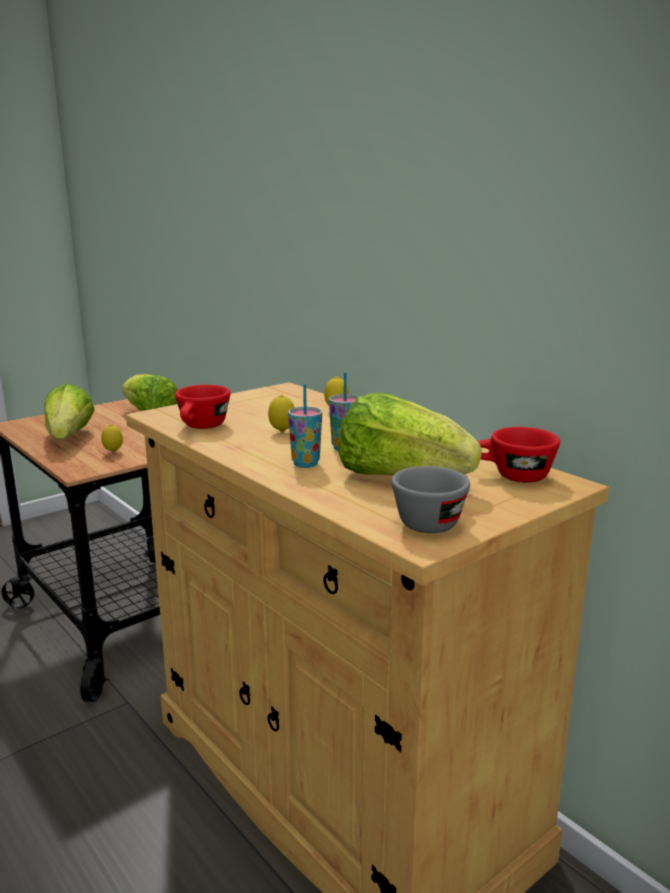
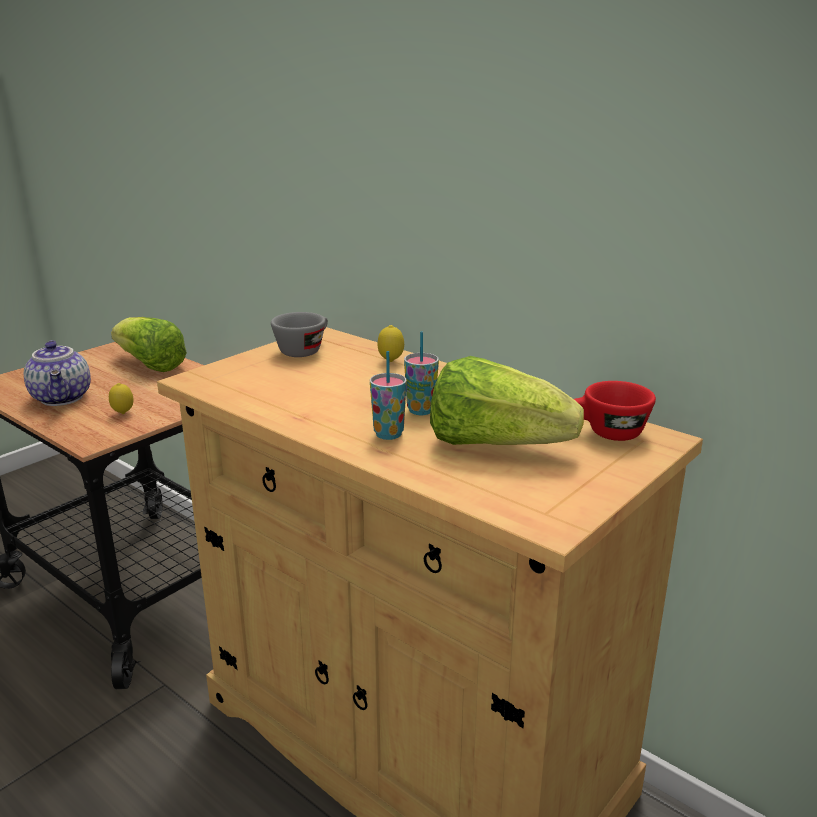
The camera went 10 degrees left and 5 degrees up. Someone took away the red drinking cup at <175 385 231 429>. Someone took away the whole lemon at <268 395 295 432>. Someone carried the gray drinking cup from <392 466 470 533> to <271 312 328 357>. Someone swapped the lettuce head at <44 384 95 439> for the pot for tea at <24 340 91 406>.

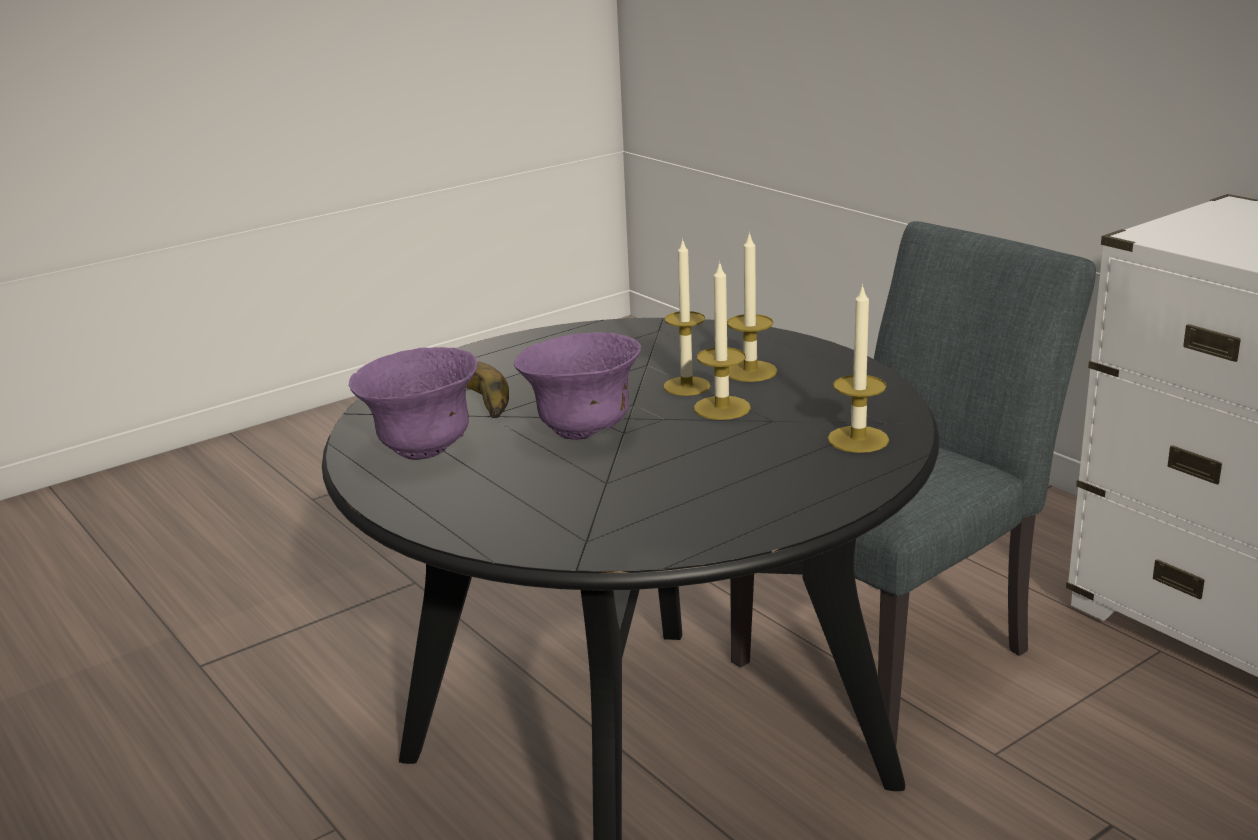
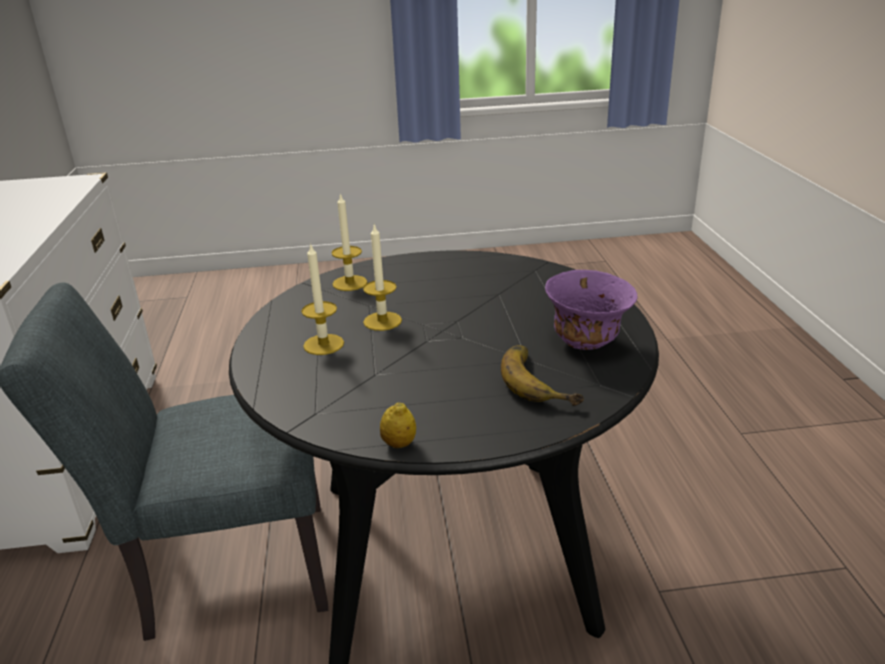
The camera went 150 degrees left and 5 degrees up. Someone took away the purplish serving bowl at <514 332 641 440>. Someone took away the wax light at <663 238 710 396>. Someone put down the whole lemon at <380 402 416 448>.

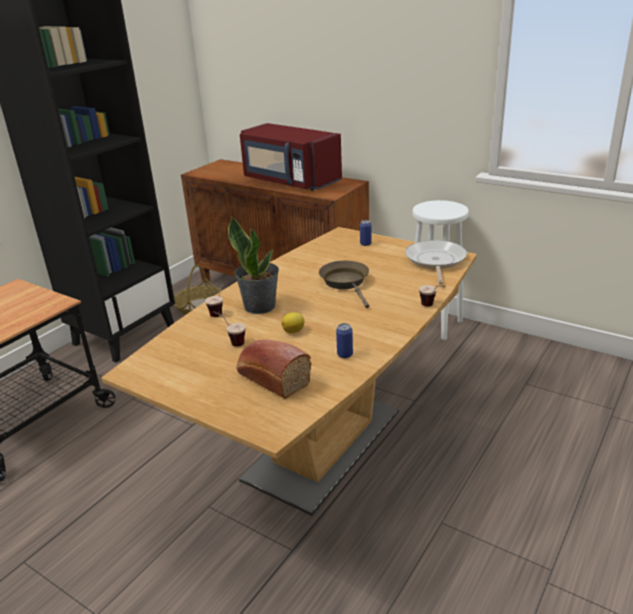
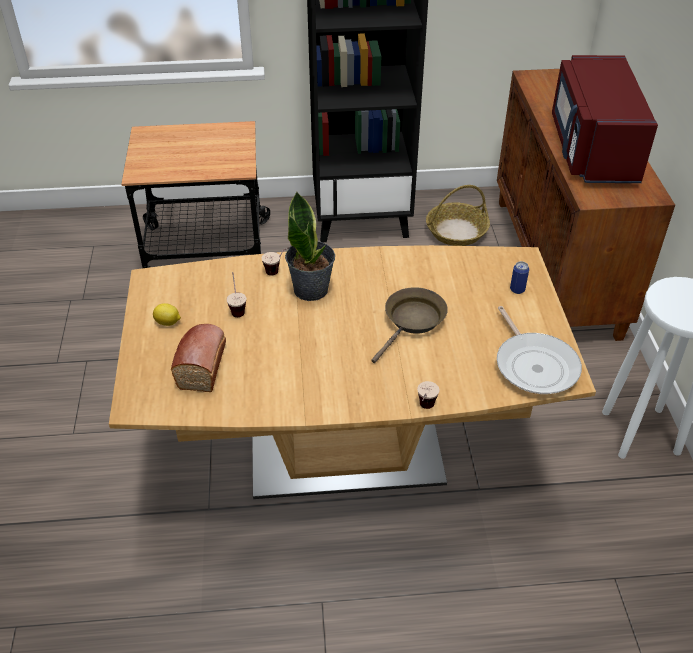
The camera went 50 degrees right and 15 degrees up. Someone took away the metal can at <336 323 353 358>. Someone carried the whole lemon from <282 312 305 333> to <153 303 181 326>. Someone rotated the pan at <405 240 467 284> by 105 degrees clockwise.

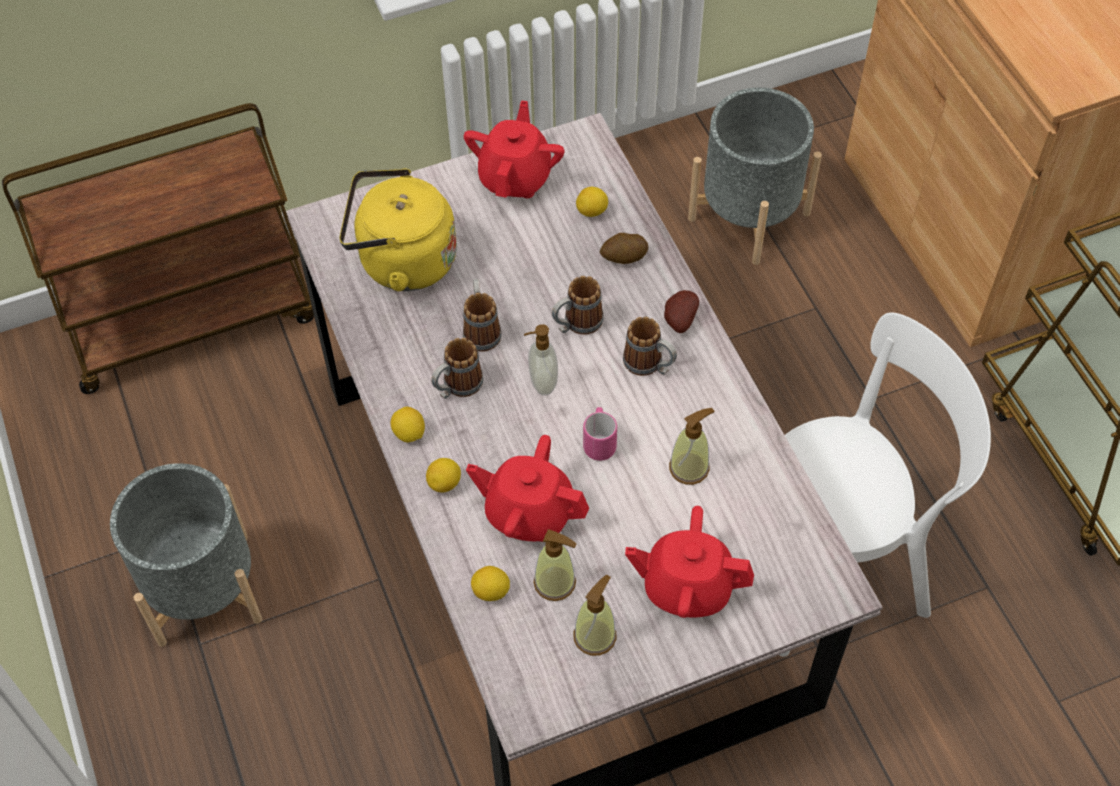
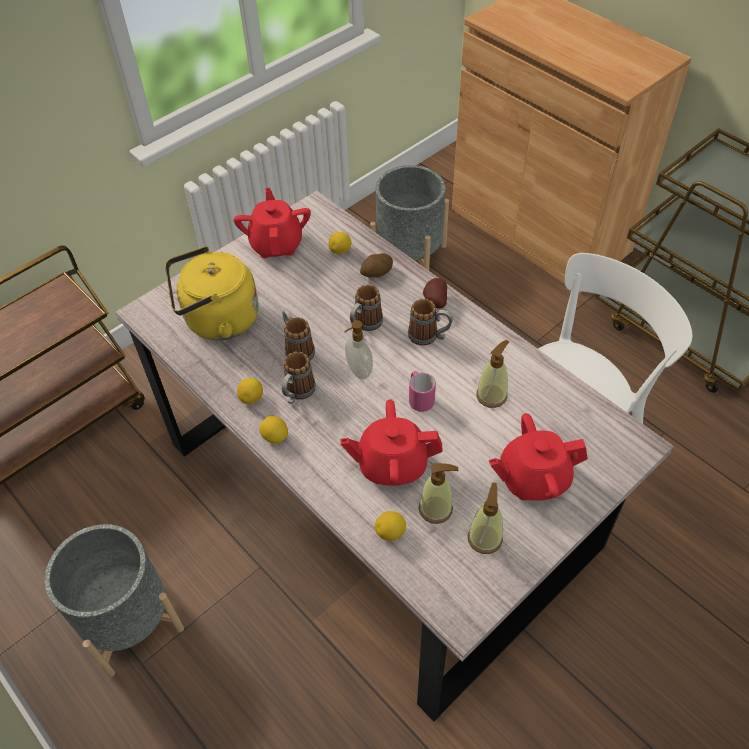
The camera went 20 degrees left and 5 degrees down. Someone carried the whole lemon from <426 458 461 492> to <237 378 263 404>.

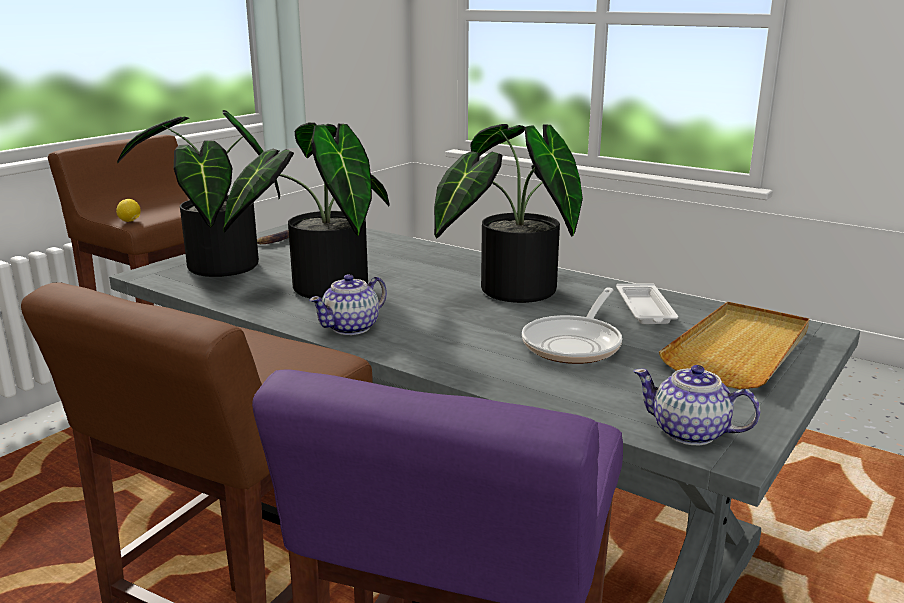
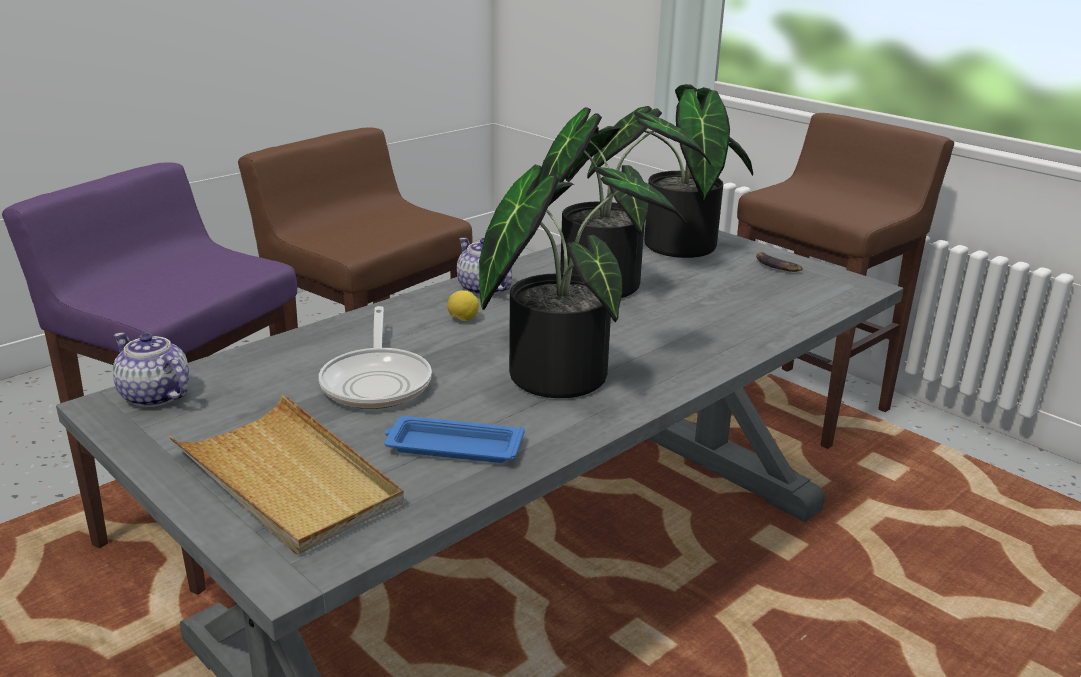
The camera went 100 degrees right and 5 degrees up. Someone carried the whole lemon from <116 199 140 222> to <447 290 479 321>. Someone repainted the whitish carrying tray at <616 283 678 324>, which became the blue carrying tray at <384 416 525 463>. Someone rotated the pan at <522 287 622 364> by 135 degrees counterclockwise. Someone rotated the pot for tea at <633 365 760 445> by 90 degrees counterclockwise.

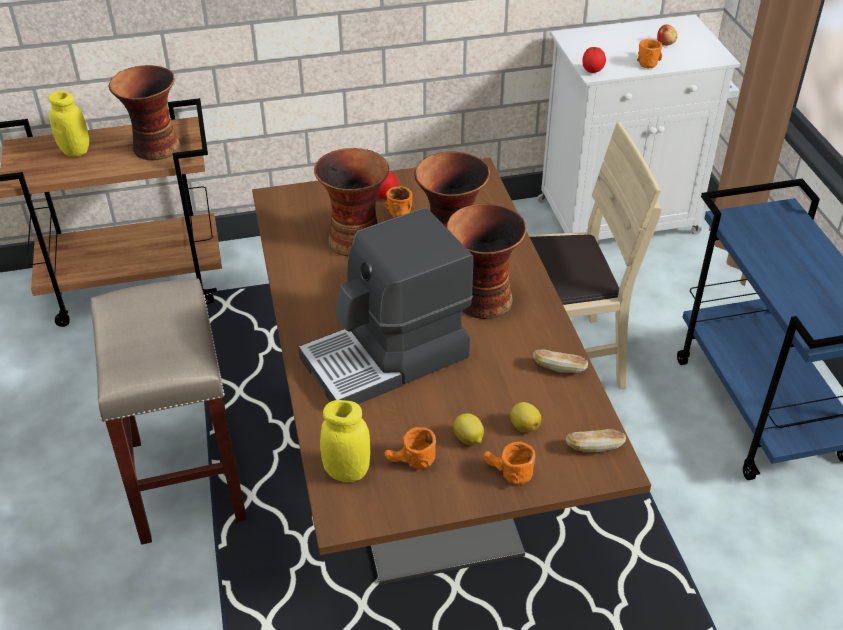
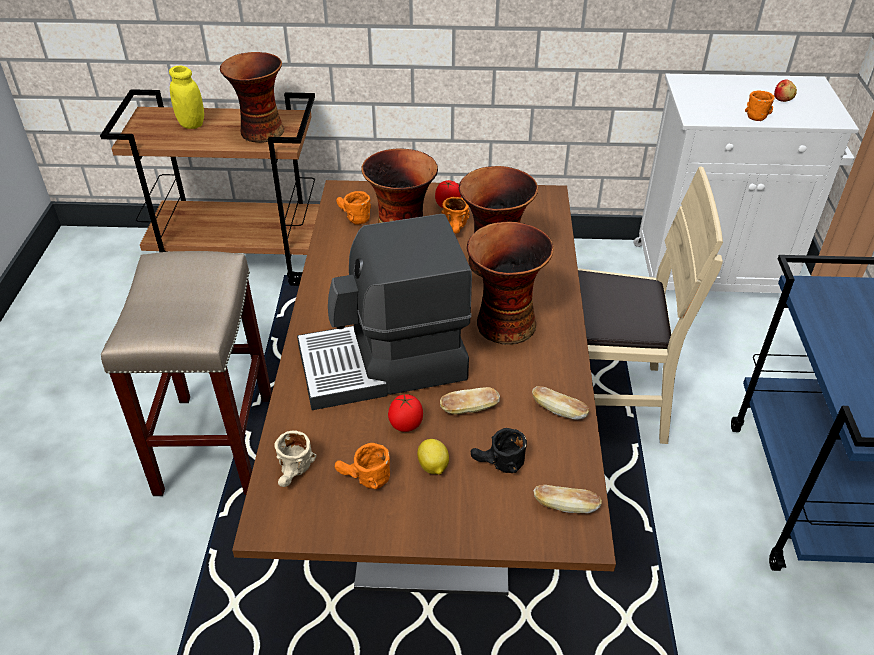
The camera went 15 degrees right and 0 degrees up. Someone put down the bread at <440 387 500 415>. Someone carried the orange coffee mug from <484 442 535 485> to <336 191 371 225>. Someone carried the tomato from <582 46 606 73> to <388 394 423 432>. Someone swapped the yellow preserve jar at <320 400 371 482> for the beige coffee mug at <274 430 317 487>. Someone swapped the whole lemon at <510 402 541 432> for the black-coloured coffee mug at <471 428 527 473>.

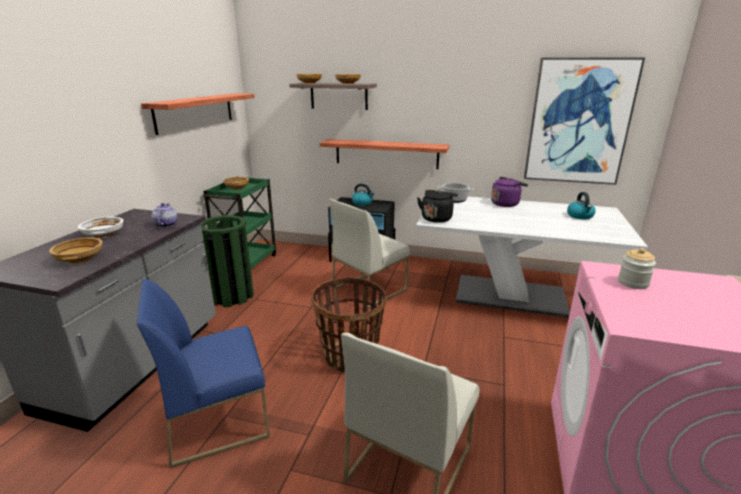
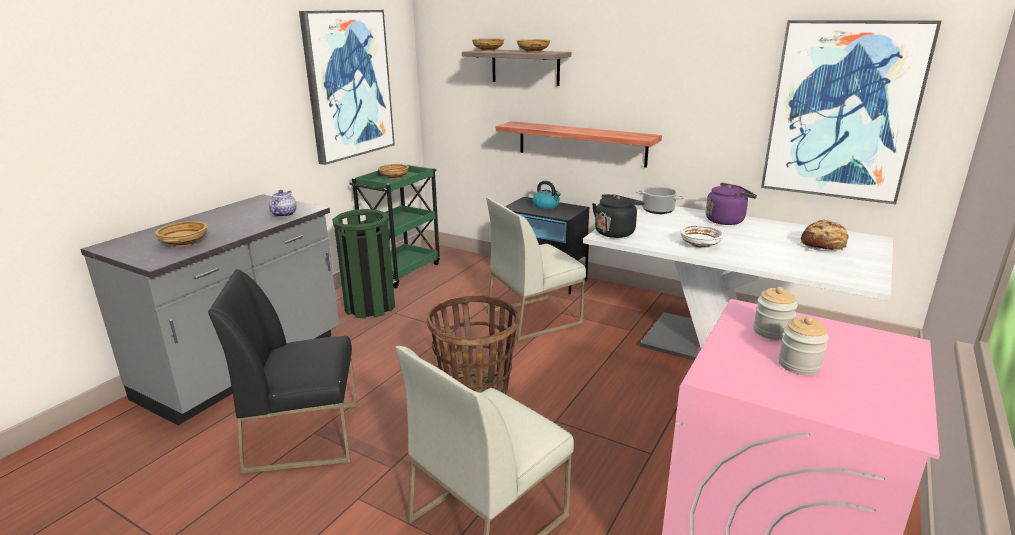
The camera went 15 degrees right and 0 degrees up. Someone put down the preserve jar at <779 316 829 375>. Someone carried the whitish serving bowl from <78 217 123 238> to <680 225 724 248>. Someone swapped the shelf at <141 93 255 135> for the wall picture at <299 10 395 165>. Someone swapped the tea kettle at <567 192 596 219> for the bread at <801 220 849 250>. Someone repainted the blue plain chair at <137 279 270 468>, which became the black-coloured plain chair at <208 269 357 474>.

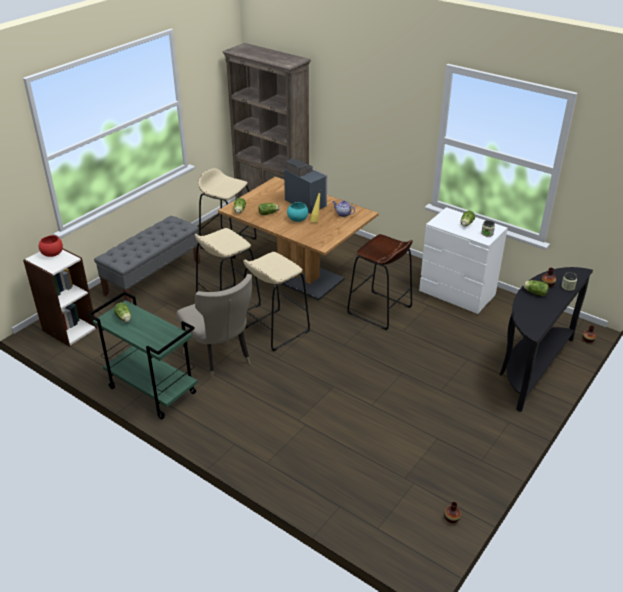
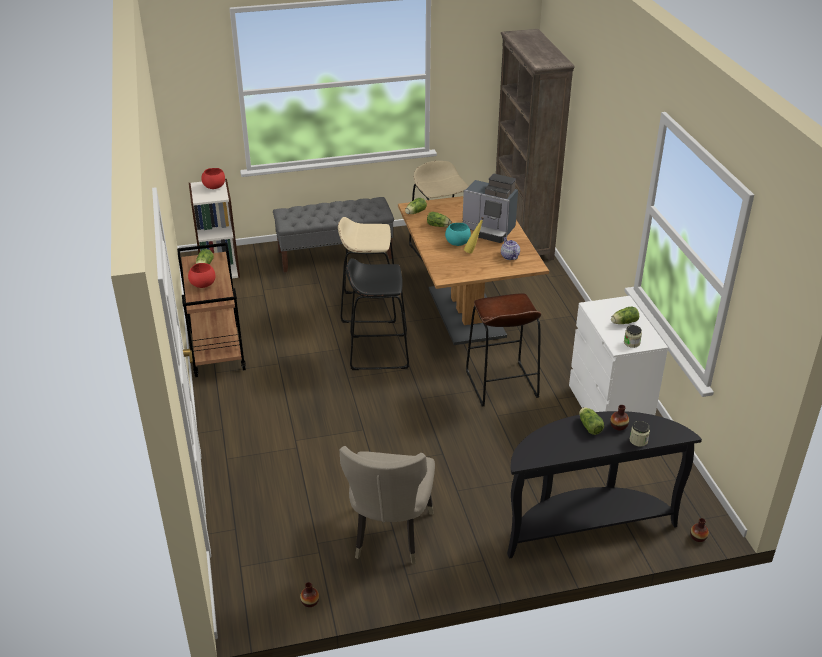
The camera went 40 degrees right and 0 degrees up. Someone put down the red serving bowl at <188 263 215 288>. Someone carried the beige plain chair from <176 274 252 379> to <340 446 435 565>. Someone repainted the green trolley at <87 291 197 419>, which became the brown trolley at <177 243 246 377>. Someone repainted the beige stool seat at <243 252 310 352>, which became the black-coloured stool seat at <346 258 409 370>. Someone rotated the coffee maker at <284 158 327 214> by 120 degrees clockwise.

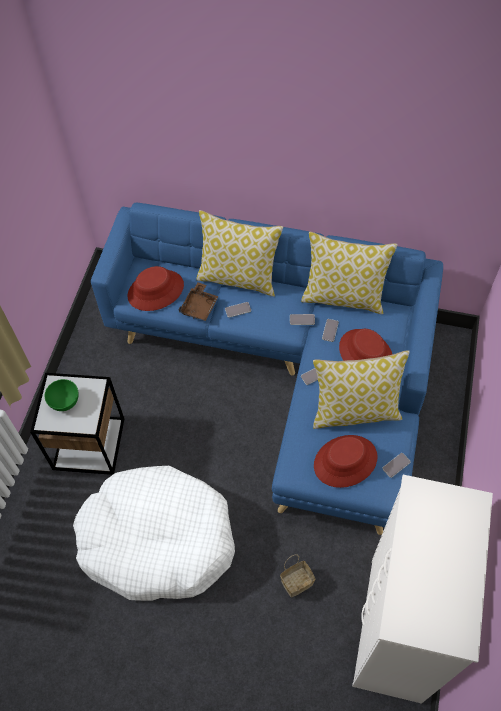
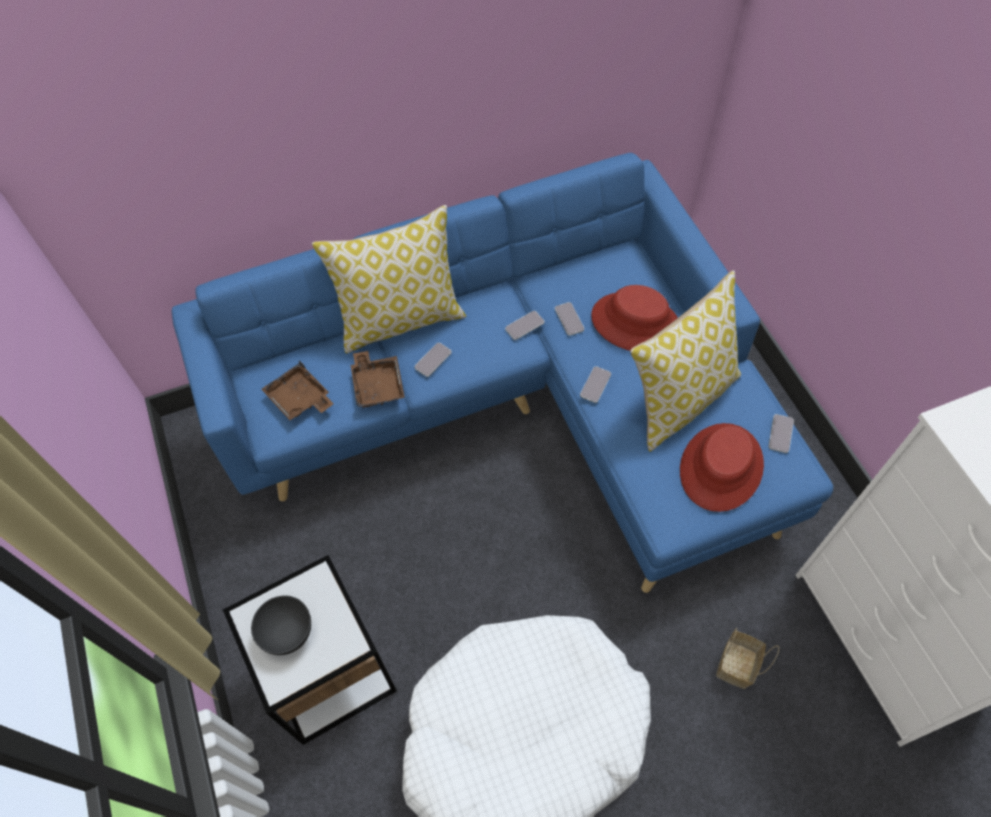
The camera went 35 degrees left and 0 degrees up. Someone took away the throw pillow at <301 232 398 314>. Someone swapped the red hat at <128 266 184 311> for the brown carrying tray at <261 360 334 420>. Someone repainted the green serving bowl at <45 379 79 411>, which became the gray serving bowl at <251 595 311 655>.

